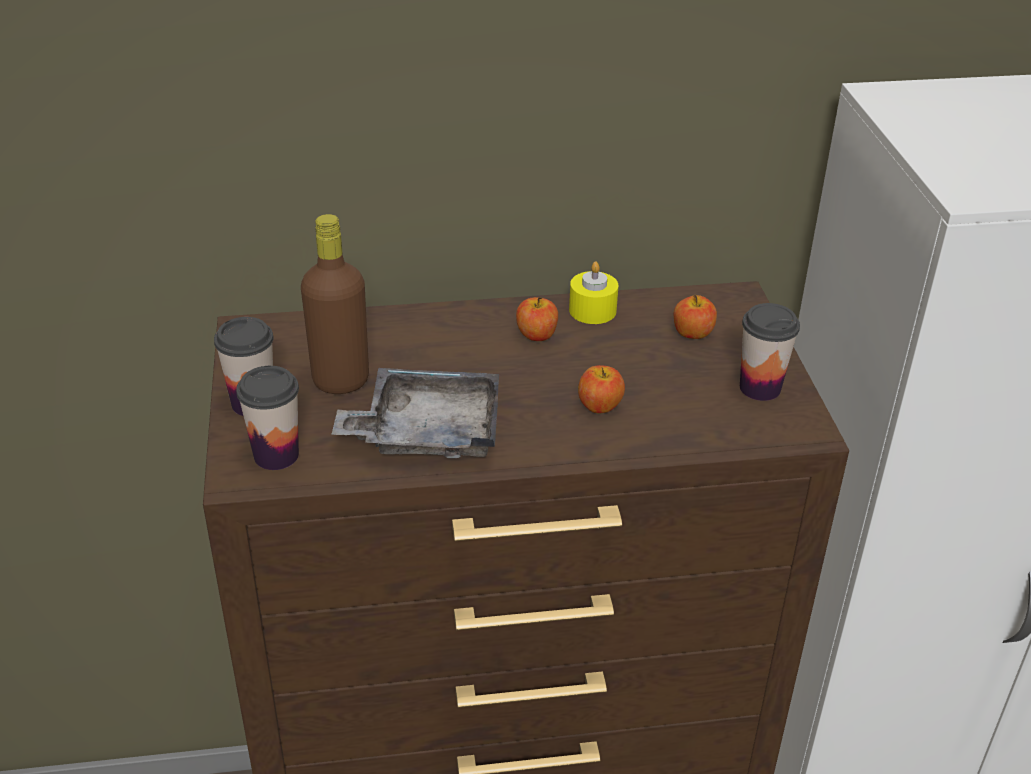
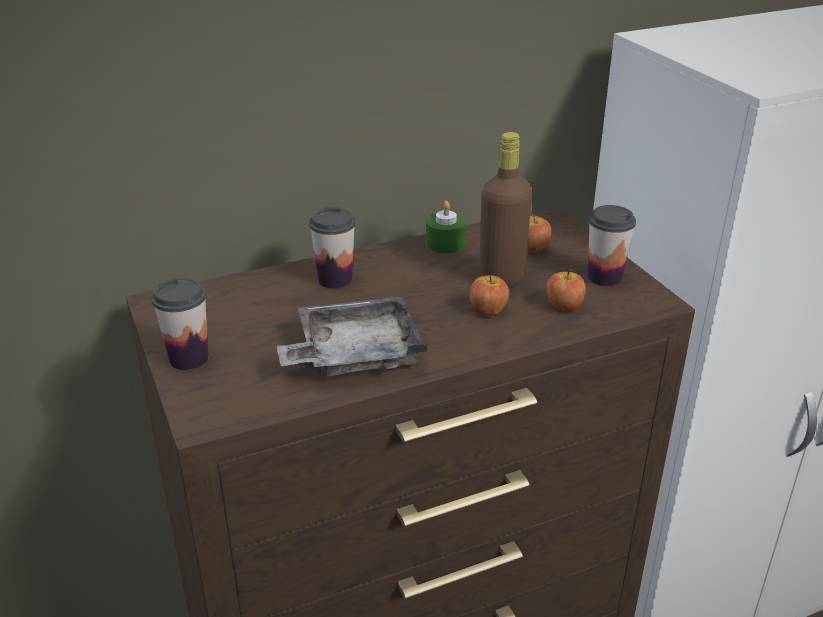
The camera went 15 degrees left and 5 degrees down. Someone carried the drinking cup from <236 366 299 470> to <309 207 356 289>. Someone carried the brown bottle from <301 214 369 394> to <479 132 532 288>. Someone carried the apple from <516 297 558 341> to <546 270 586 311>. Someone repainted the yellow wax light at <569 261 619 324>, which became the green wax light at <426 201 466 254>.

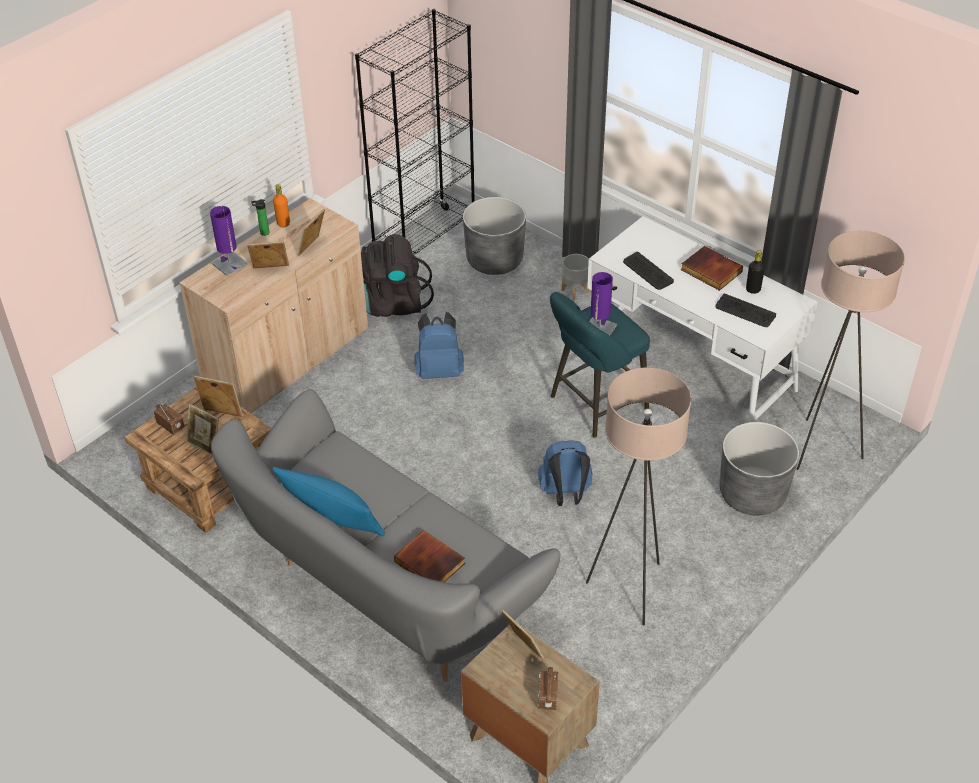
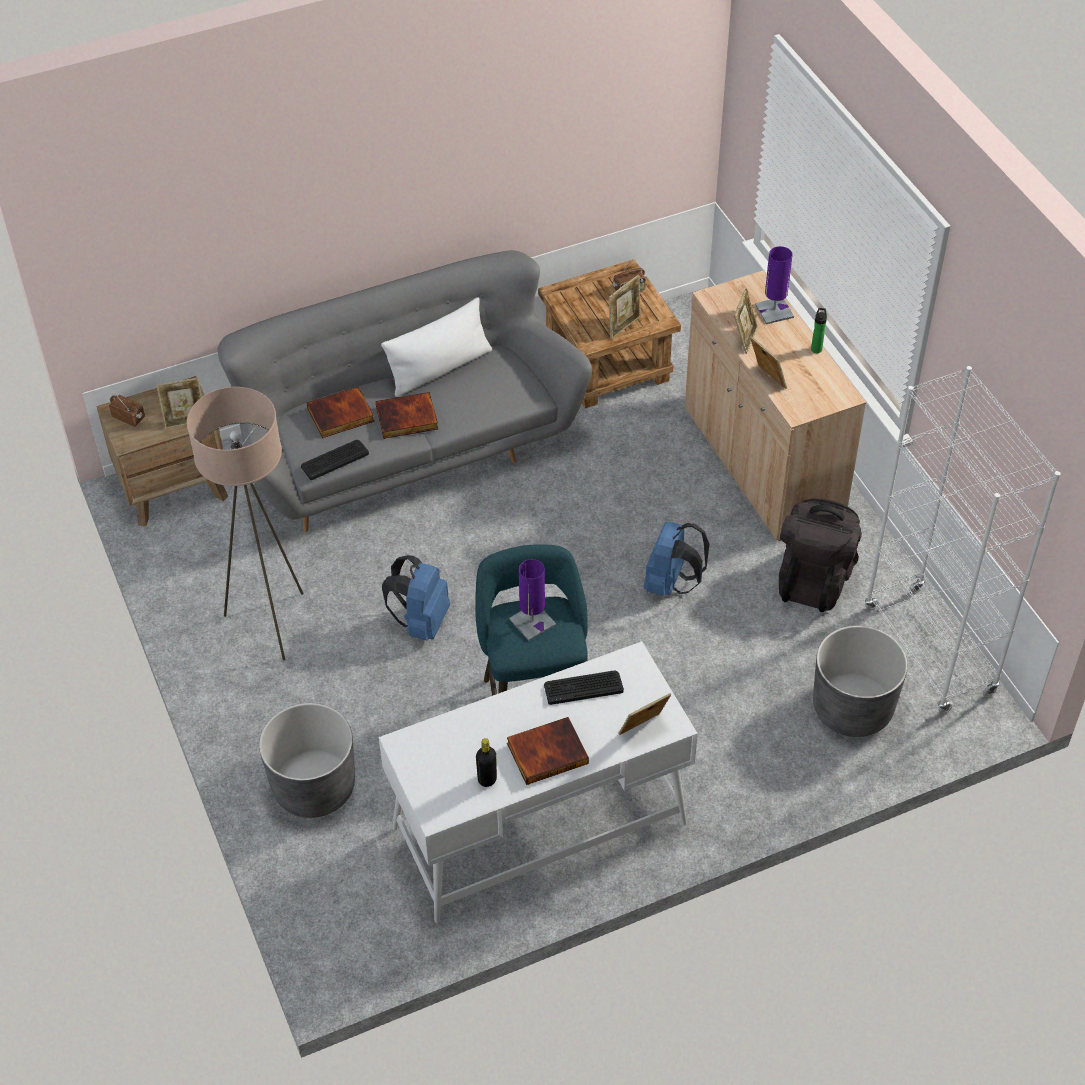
The camera went 115 degrees right and 5 degrees up. Someone took away the orange bottle at <273 184 290 227>. Someone took away the gray plant pot at <562 254 589 300>. Someone took away the beige standard lamp at <797 231 905 470>. Someone put down the volume at <375 392 438 439>. Someone carried the picture frame from <186 404 219 456> to <618 693 671 735>. Someone carried the keyboard from <715 294 776 327> to <301 440 369 480>. Someone repainted the blue throw pillow at <272 467 385 536>, which became the whitish throw pillow at <381 297 492 397>. Someone repainted the black-coloured shelving unit at <355 9 475 255>, which became the whitish shelving unit at <865 366 1061 714>.

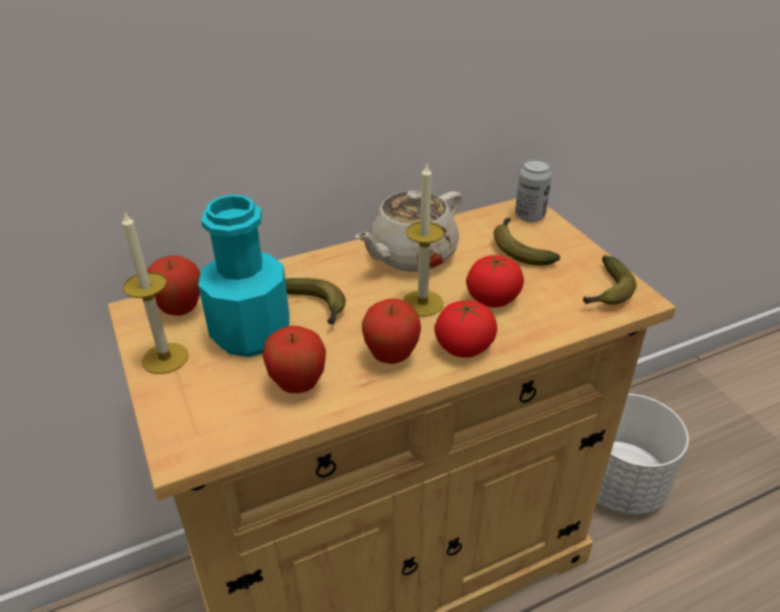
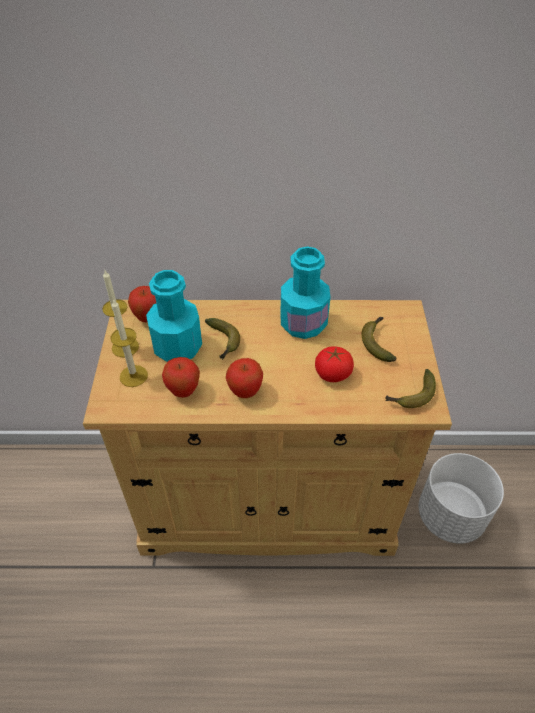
The camera went 25 degrees right and 10 degrees up. Someone took away the tomato at <434 300 497 358>. Someone took away the metal can at <515 159 552 222>. Someone carried the wax light from <403 164 444 317> to <111 299 148 387>. Someone swapped the beige pot for tea at <355 190 462 272> for the turquoise-coloured bottle at <280 247 330 339>.

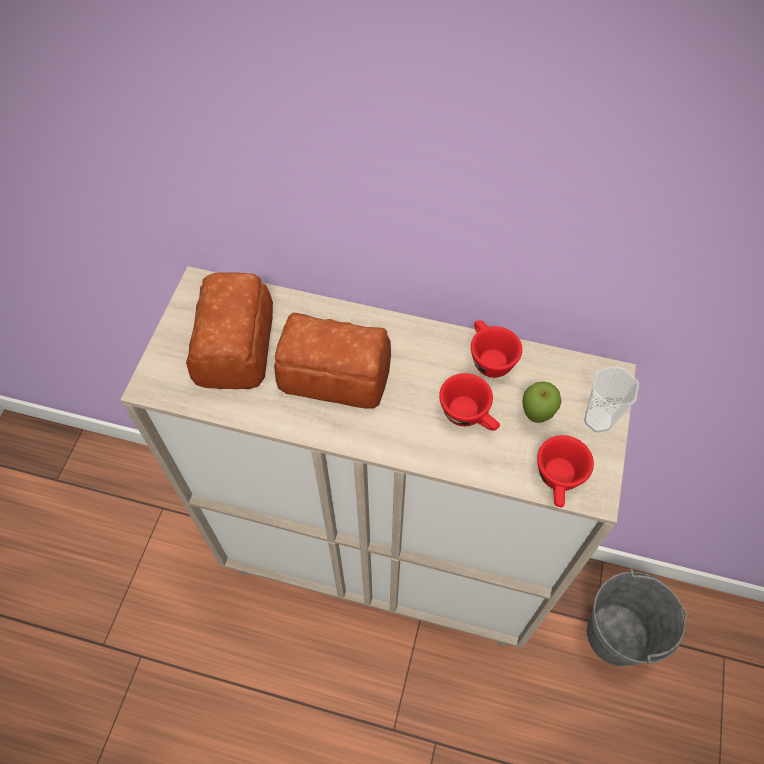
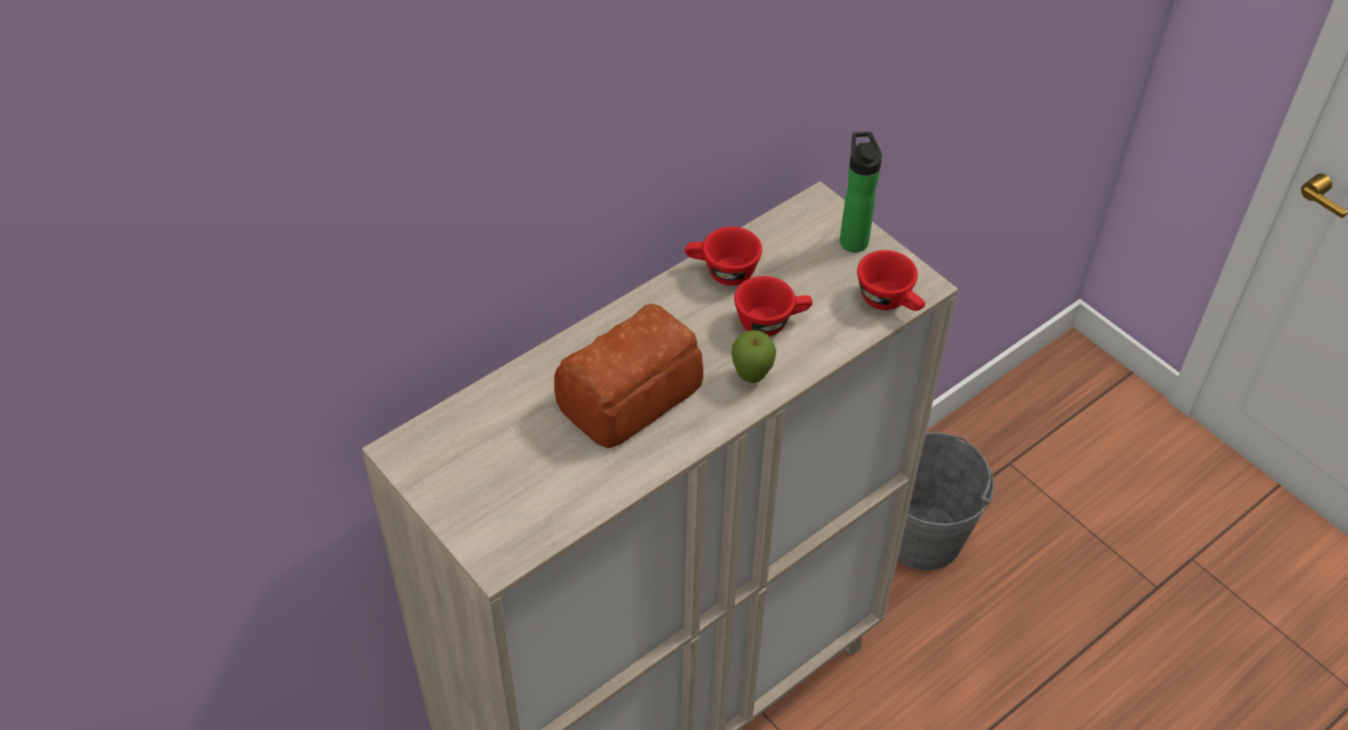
The camera went 55 degrees left and 10 degrees down. Someone took away the bread at <186 273 273 389>. Someone carried the apple from <523 381 561 423> to <732 330 776 383>. Someone swapped the drinking cup at <584 366 639 433> for the bottle at <840 132 882 252>.

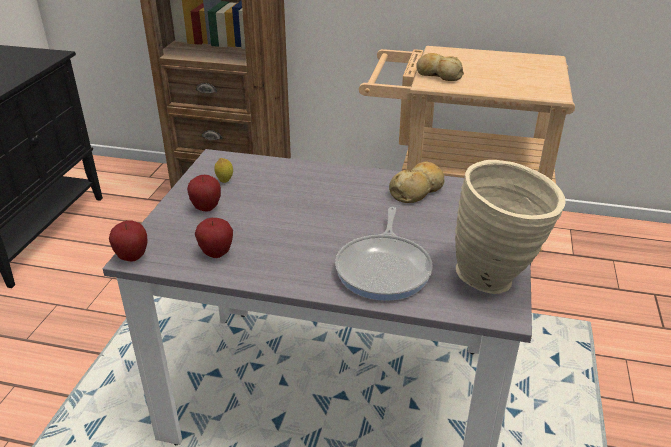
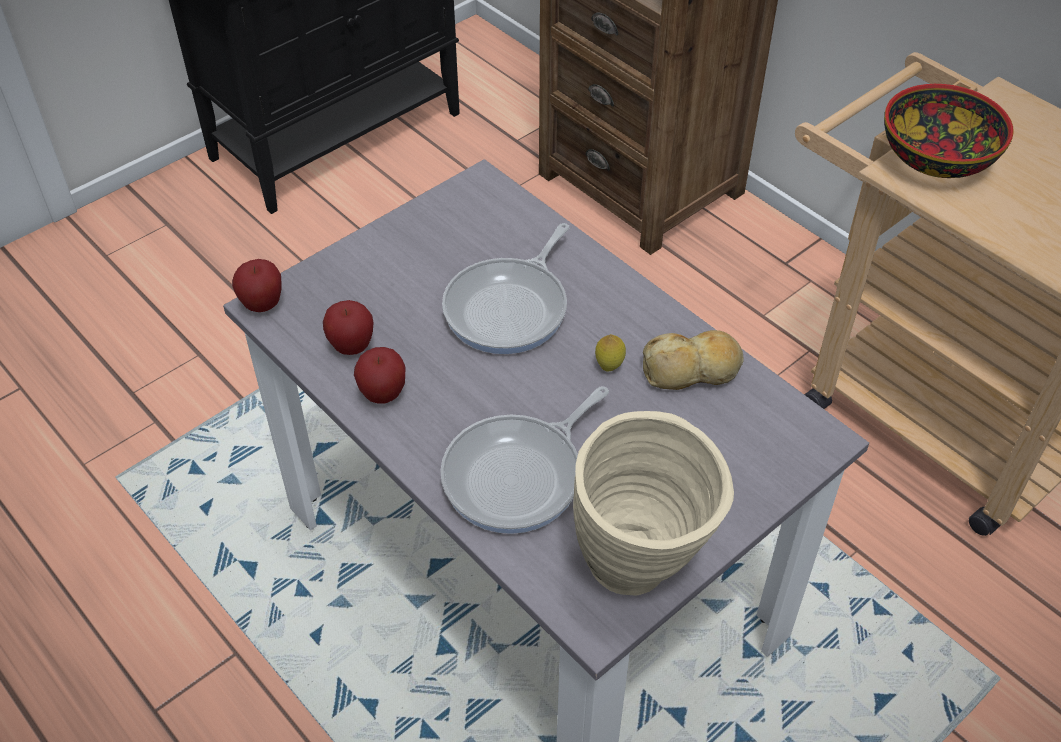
The camera went 35 degrees right and 15 degrees up. Someone put down the pan at <442 223 569 354>. Someone carried the apple from <187 175 221 211> to <354 347 405 404>. Someone carried the whole lemon from <214 158 233 183> to <595 334 626 371>. Someone swapped the bread at <416 53 464 81> for the serving bowl at <884 84 1014 178>.

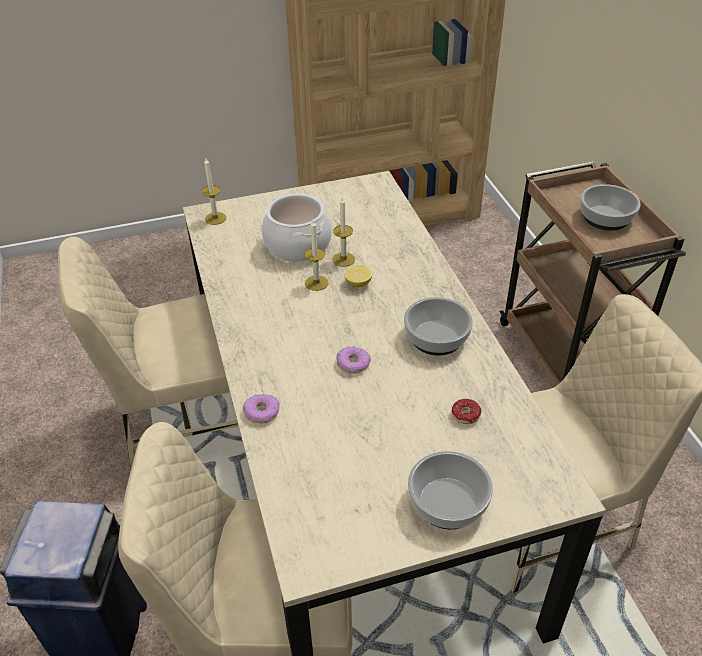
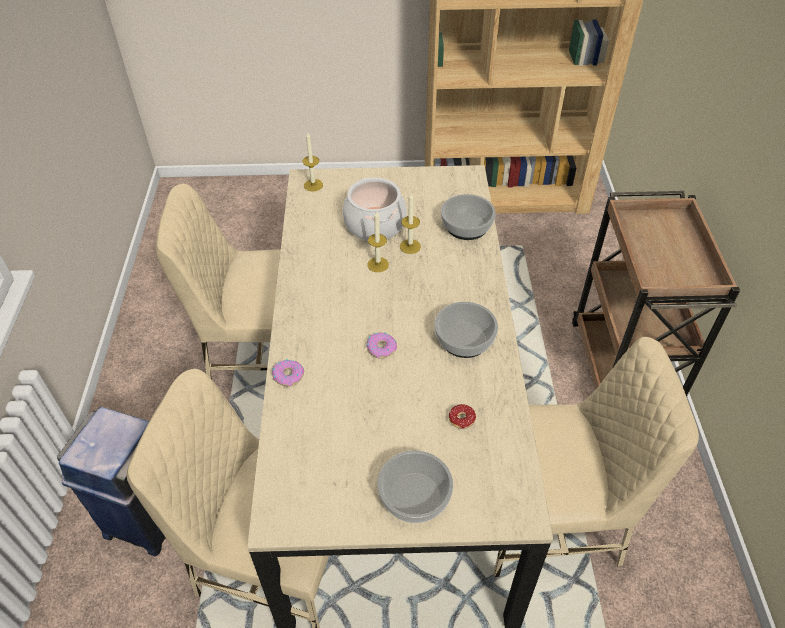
The camera went 15 degrees right and 5 degrees up. Someone took away the whole lemon at <344 265 372 287>. Someone carried the serving bowl from <580 184 641 231> to <441 194 496 240>.

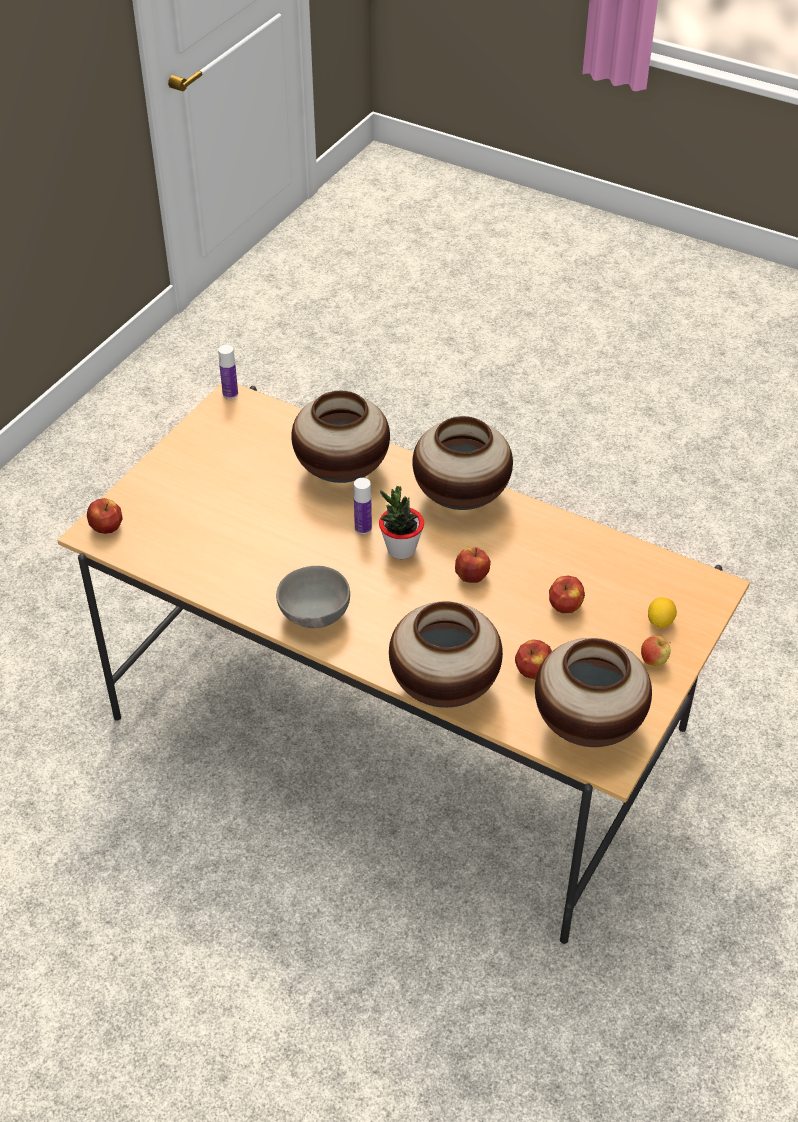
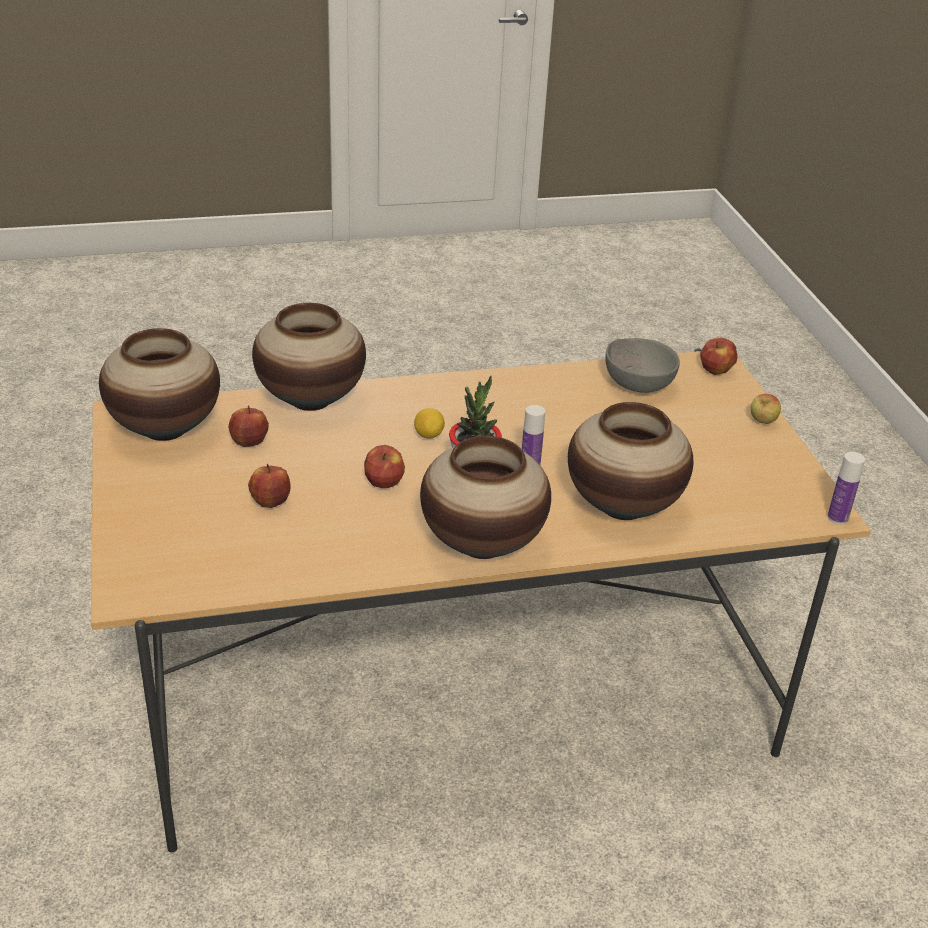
The camera went 135 degrees right and 10 degrees down. Someone carried the gray serving bowl from <276 566 350 628> to <605 338 680 393>. Someone carried the apple from <641 635 671 666> to <751 394 781 424>. Someone carried the whole lemon from <648 597 677 628> to <414 408 445 439>.

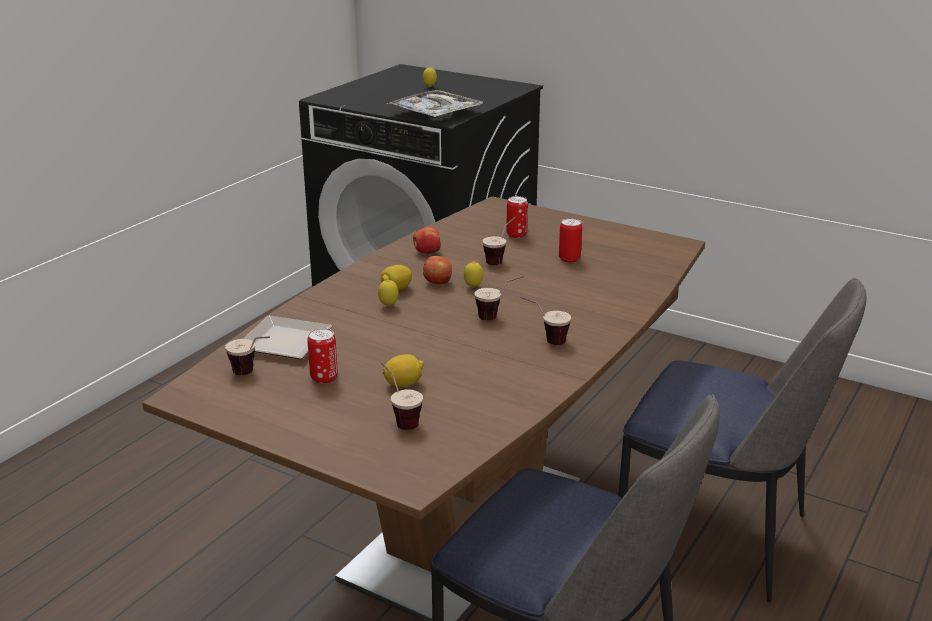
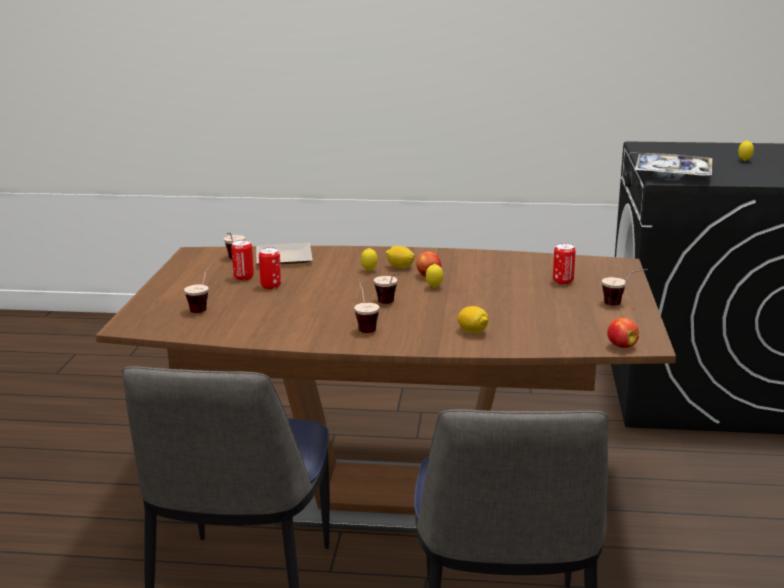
The camera went 65 degrees right and 5 degrees down. Someone carried the whole lemon from <383 354 424 387> to <458 306 489 333>. Someone carried the apple from <413 227 441 254> to <607 318 639 348>. Someone carried the drinking cup from <482 217 516 265> to <602 269 648 306>. Someone carried the metal can from <559 218 582 263> to <259 247 281 289>.

